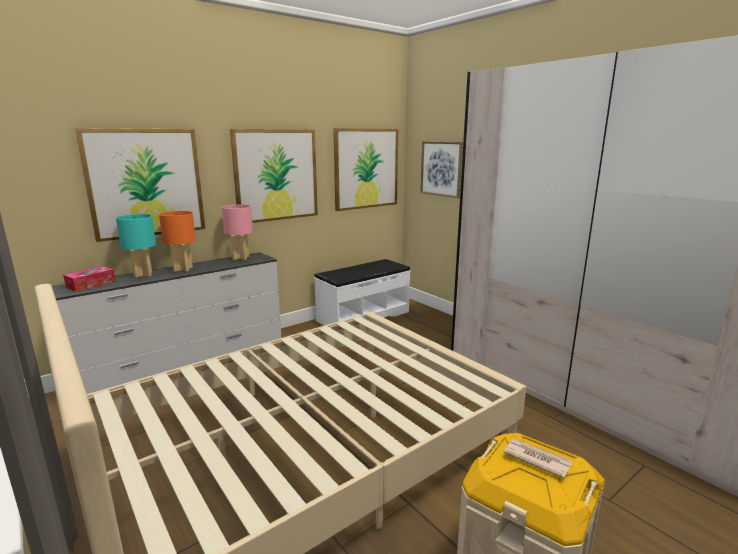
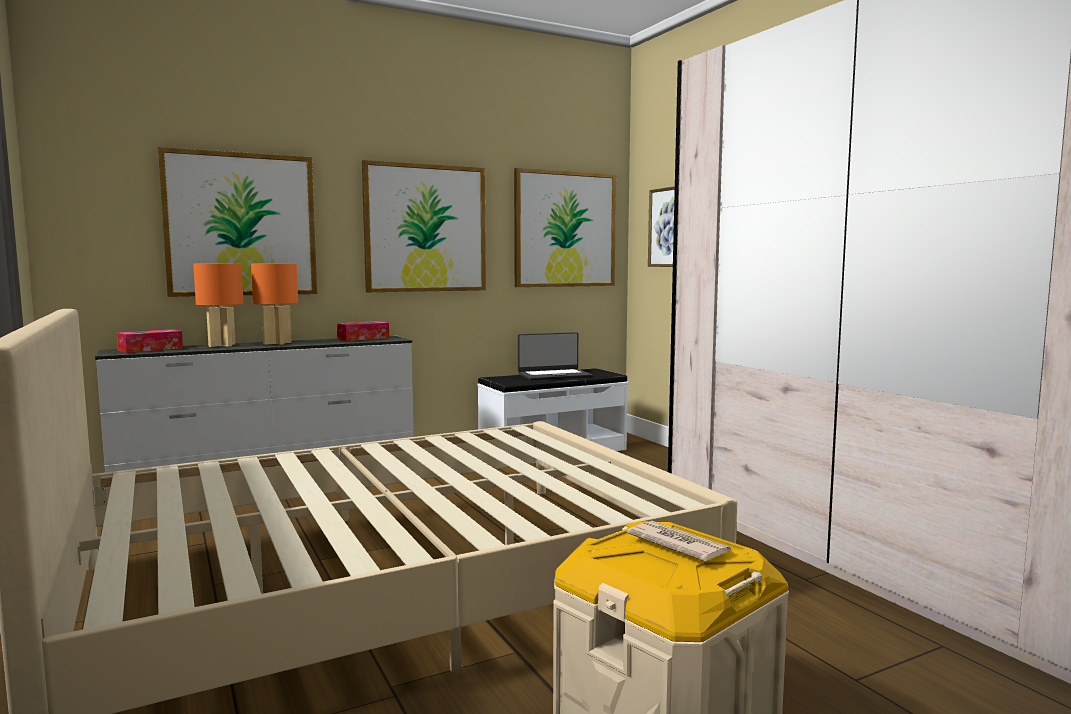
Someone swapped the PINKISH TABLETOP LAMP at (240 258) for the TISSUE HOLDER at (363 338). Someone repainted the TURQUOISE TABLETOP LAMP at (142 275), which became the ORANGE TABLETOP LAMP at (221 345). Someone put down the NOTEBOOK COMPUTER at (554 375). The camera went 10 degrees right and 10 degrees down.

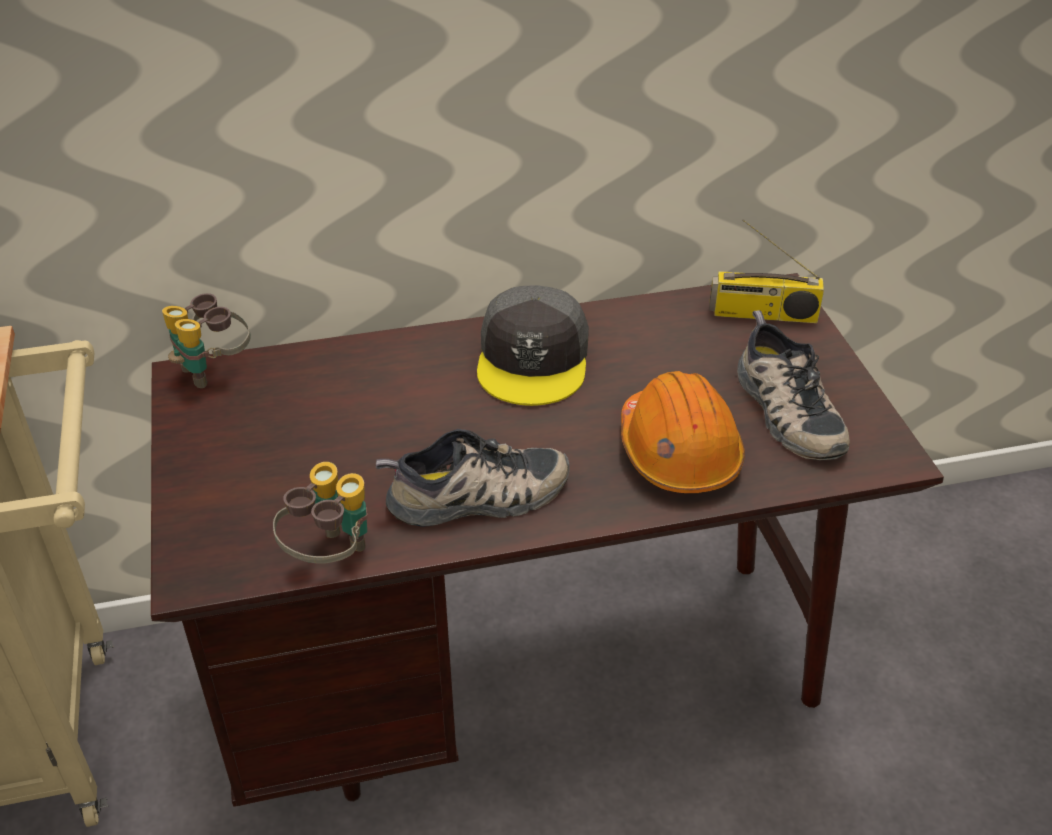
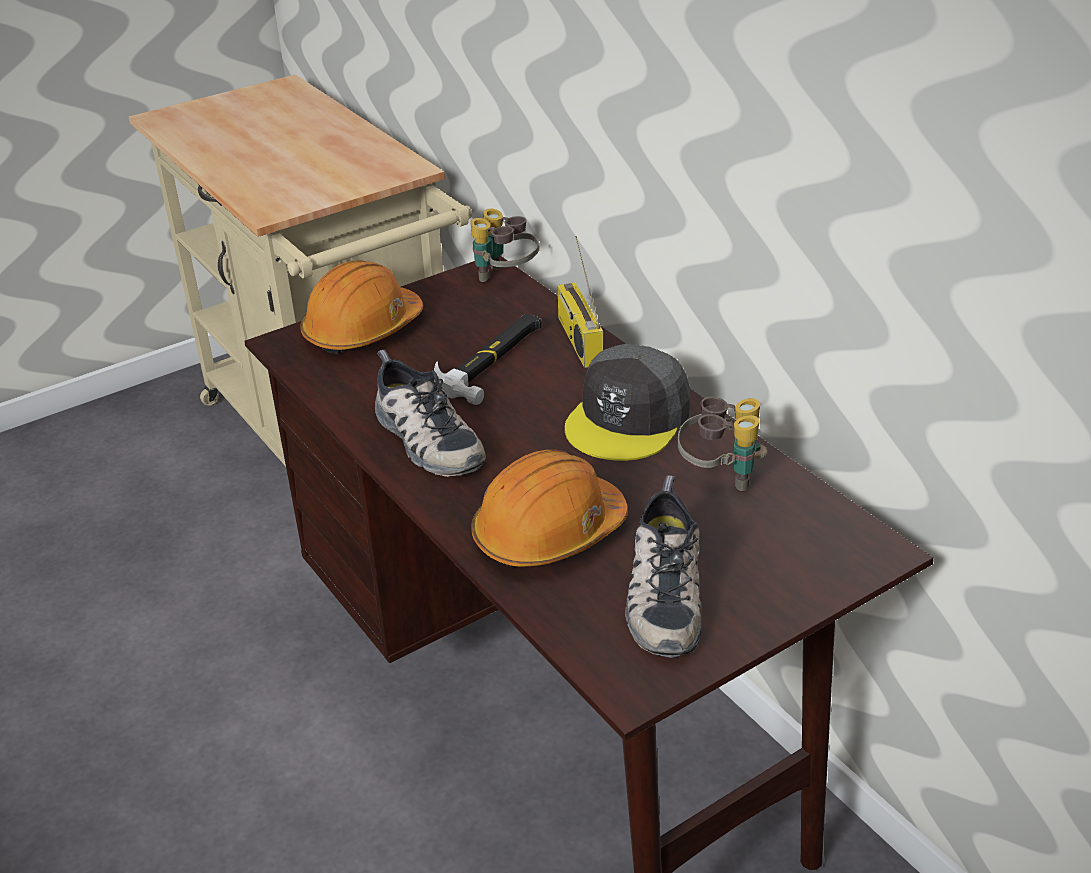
Someone carried the RADIO SET from (762 314) to (577 340). Someone rotated the GRAY BASEBALL CAP at (534 359) by 45 degrees counterclockwise. Someone rotated the ITEM OF FOOTWEAR at (784 410) by 45 degrees counterclockwise. Someone carried the FIELD GLASSES from (330 556) to (720 476). Someone put down the ORANGE SAFETY HELMET at (362 330). Someone put down the HAMMER at (493 361). The camera went 70 degrees right and 5 degrees down.

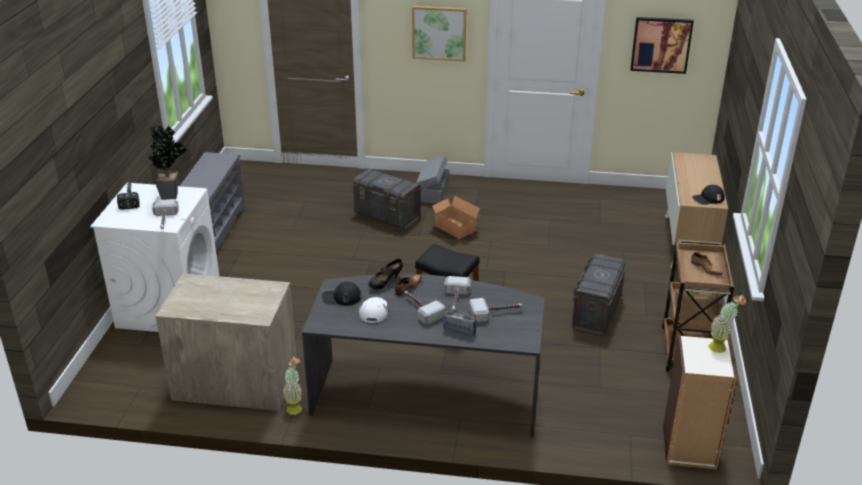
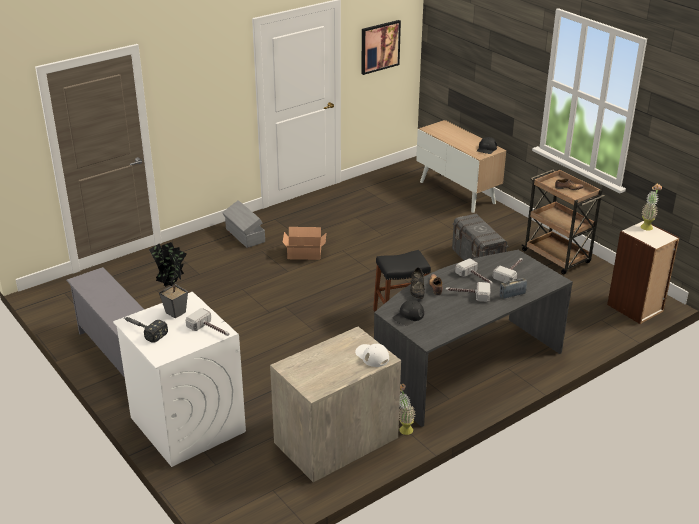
Someone took away the WALL ART at (439 33). Someone took away the GRAY STORAGE BOX at (387 216). Someone carried the WHITISH BASEBALL CAP from (373 311) to (372 356). The camera went 45 degrees left and 0 degrees up.

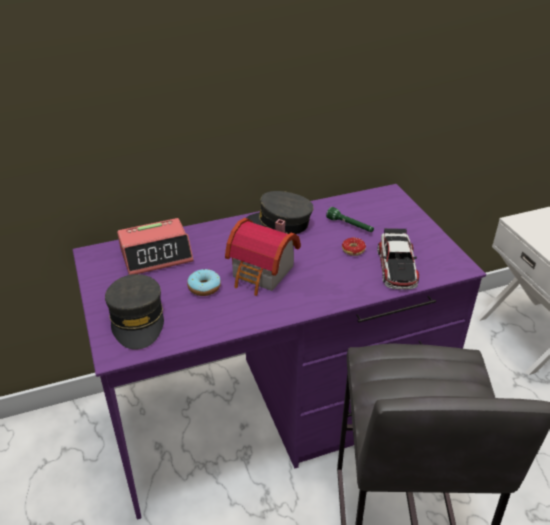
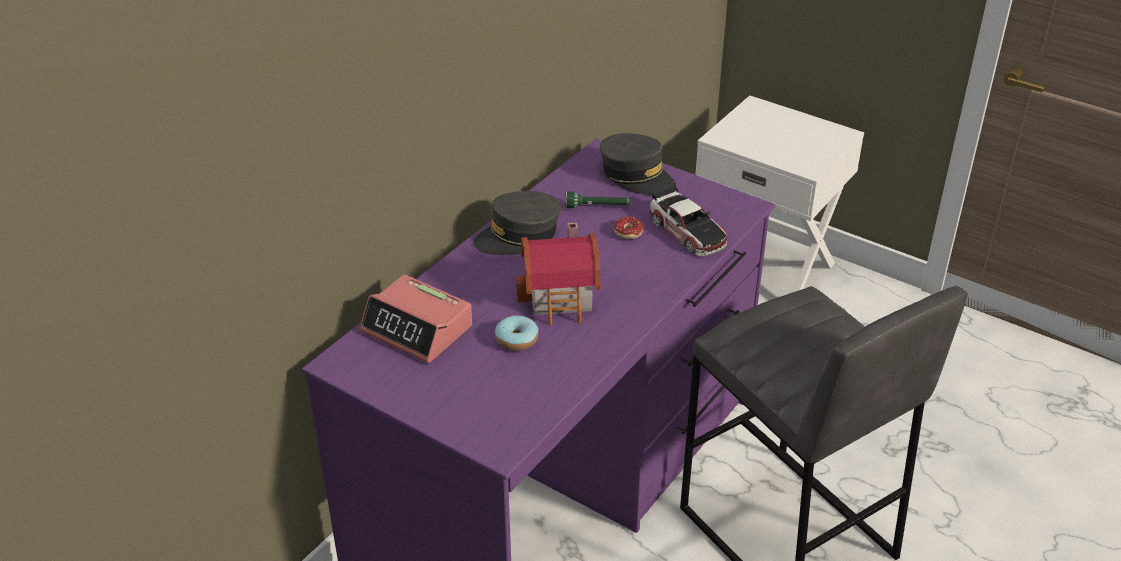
Someone rotated the ALARM CLOCK at (156 254) by 90 degrees clockwise. Someone carried the GRAY BASEBALL CAP from (137 319) to (636 176). The camera went 35 degrees left and 0 degrees up.

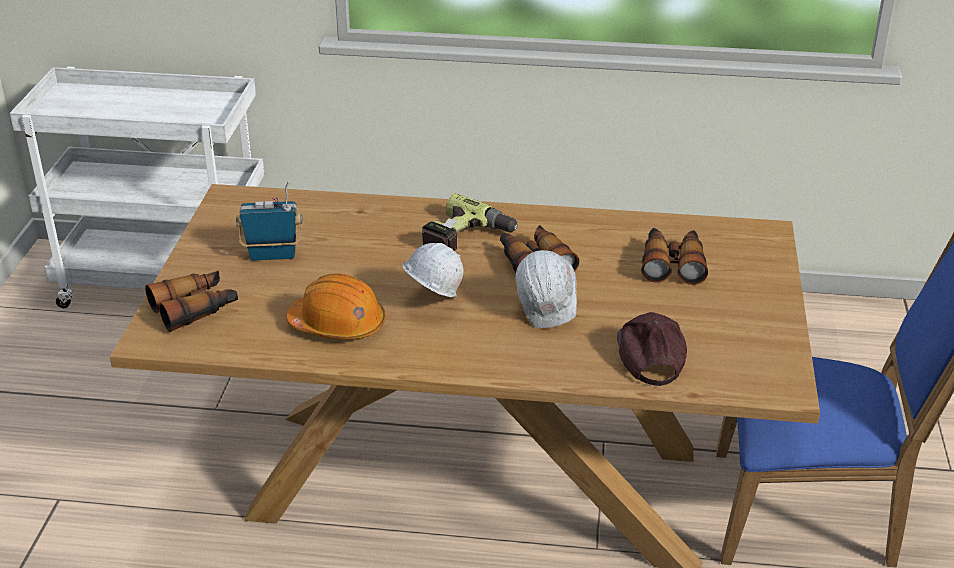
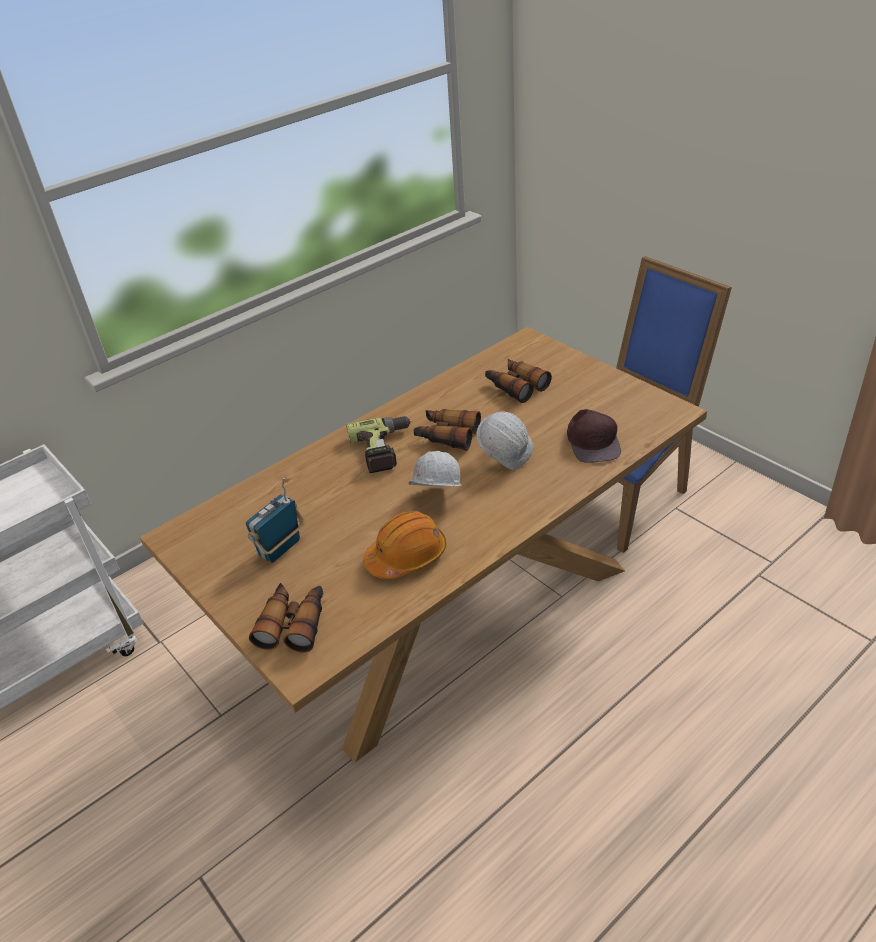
Someone rotated the BROWNISH BASEBALL CAP at (649 355) by 135 degrees counterclockwise. The camera went 45 degrees left and 5 degrees up.

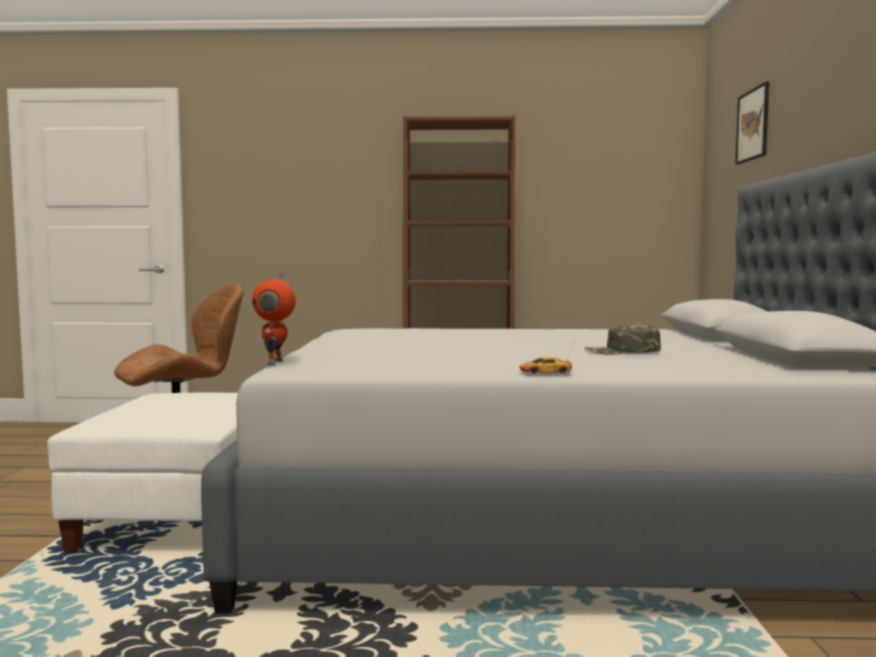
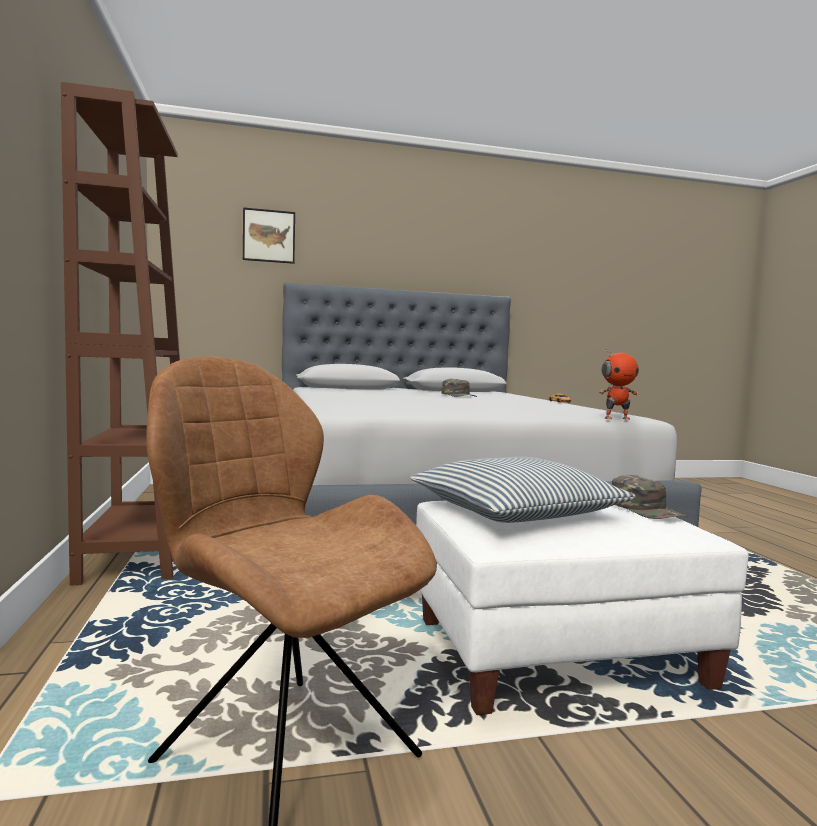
Someone put down the PILLOW at (514 511). Someone put down the GREENISH BASEBALL CAP at (646 509). The camera went 105 degrees left and 0 degrees up.

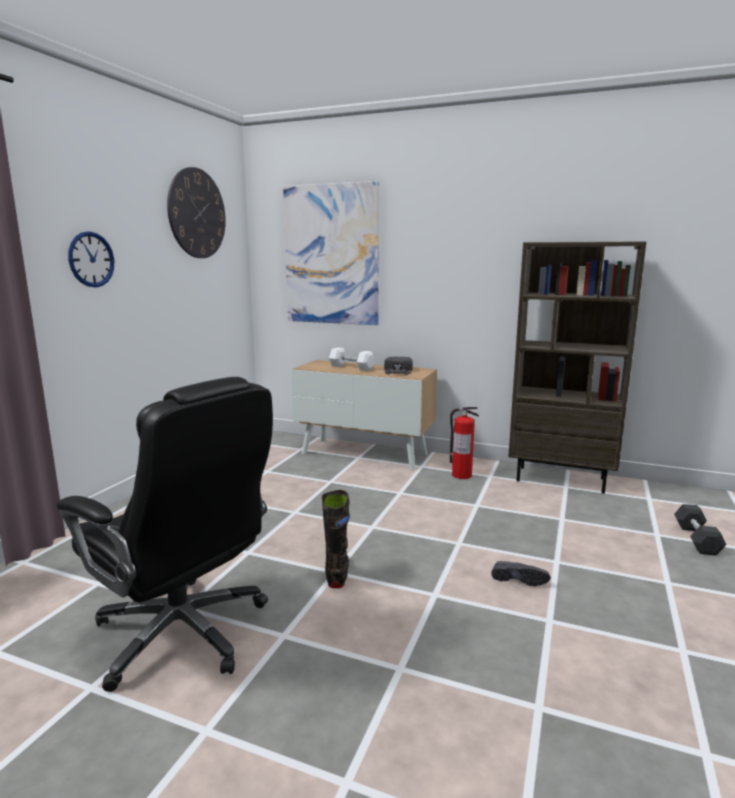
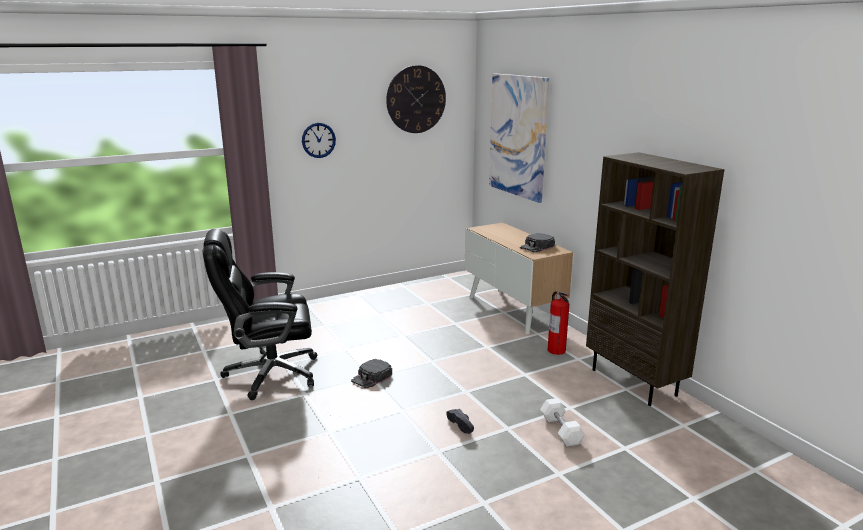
Someone carried the WHITISH DUMBBELL from (351 367) to (561 430). Someone rotated the BLACKISH DESK CHAIR at (184 633) by 90 degrees clockwise. Someone swapped the BLACKISH HIGH-TOP BOOT at (337 573) for the BLACKISH BASEBALL CAP at (372 377). Someone took away the BLACKISH DUMBBELL at (696 539). The camera went 40 degrees right and 5 degrees up.

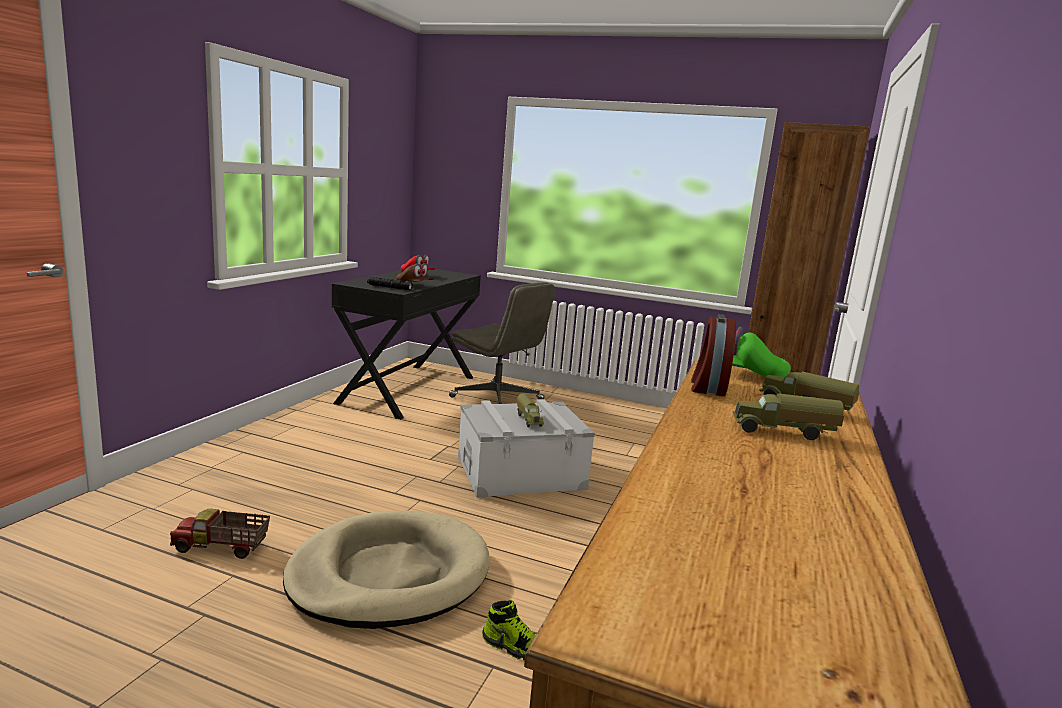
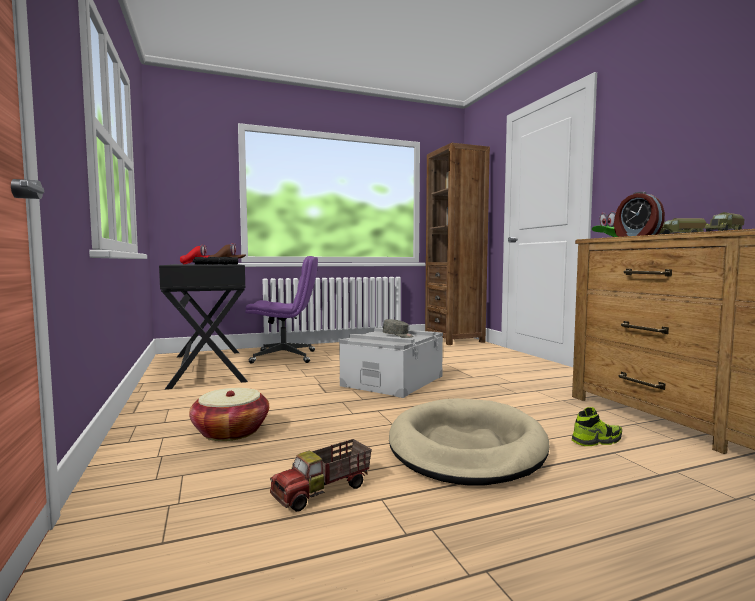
Someone repainted the GRAY DESK CHAIR at (498 399), which became the PURPLE DESK CHAIR at (285 357). Someone swapped the MODEL TRUCK at (529 419) for the GRAY BASEBALL CAP at (398 335). Someone put down the HOUSEHOLD BASKET at (230 432). The camera went 40 degrees left and 10 degrees down.

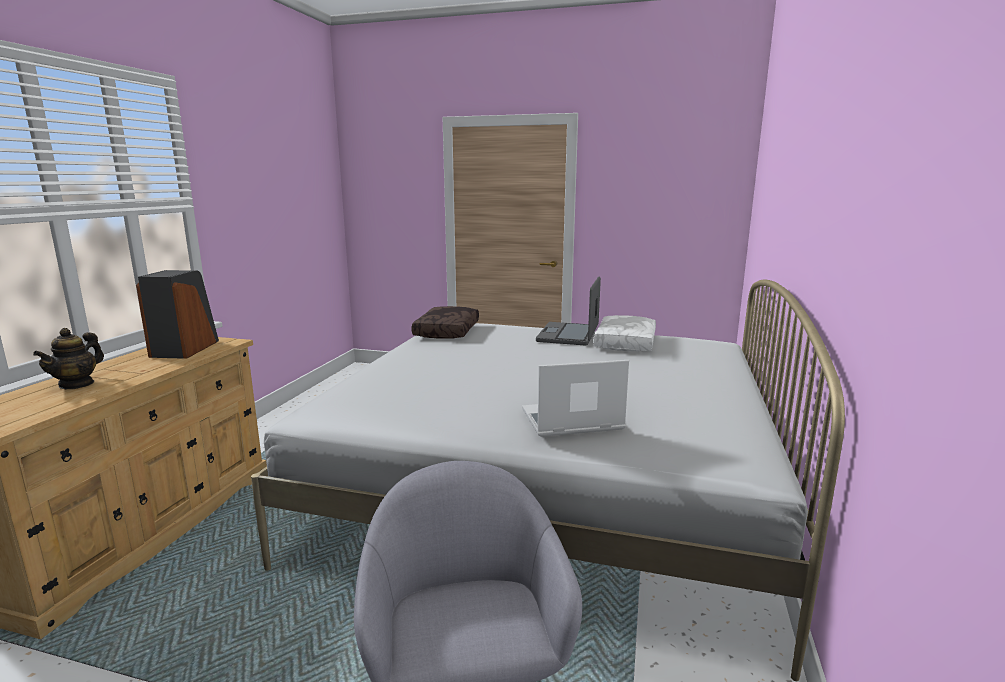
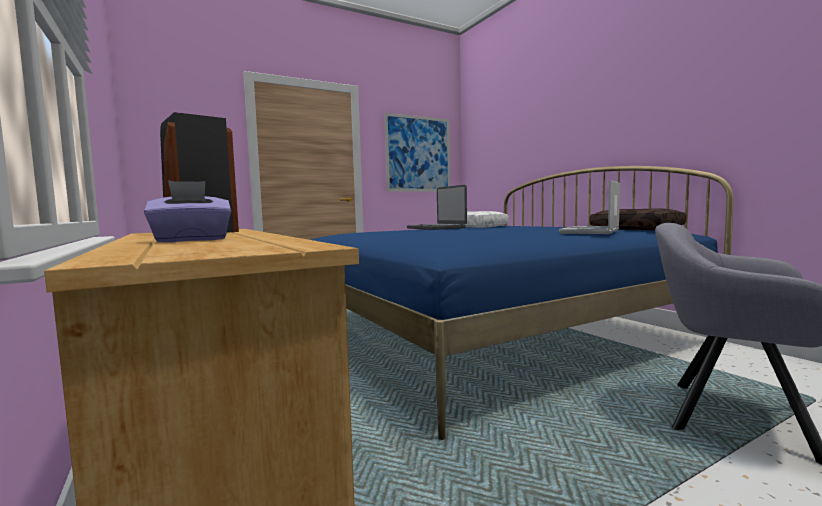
Someone repainted the WHITISH SLEEPING BED at (549 490), which became the BLUE-COLOURED SLEEPING BED at (489 332). Someone carried the BROWNISH PILLOW from (448 332) to (637 229). Someone swapped the TEA POT at (77 384) for the PURPLE TISSUE HOLDER at (192 240). Someone put up the WALL ART at (418 154). The camera went 45 degrees left and 10 degrees down.

